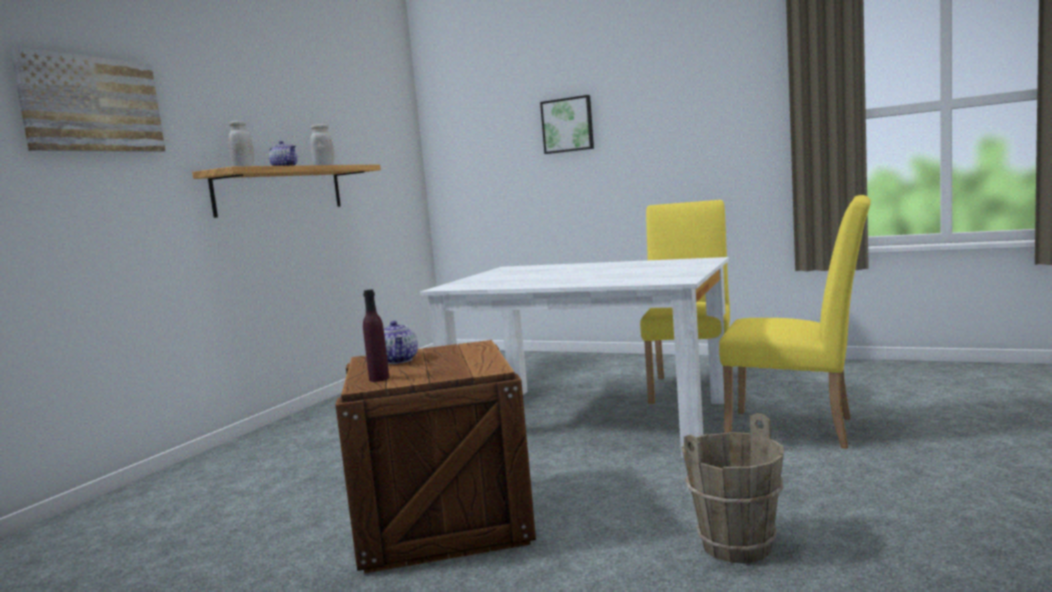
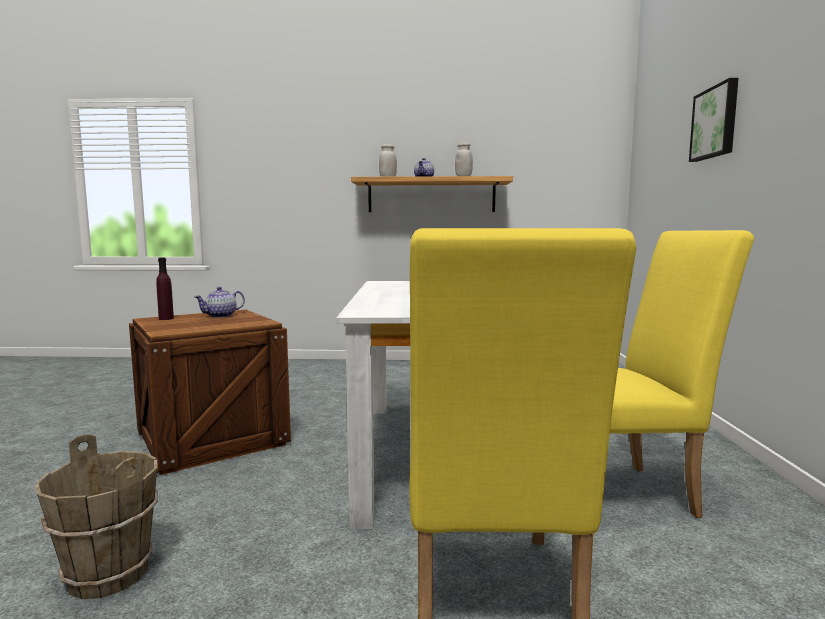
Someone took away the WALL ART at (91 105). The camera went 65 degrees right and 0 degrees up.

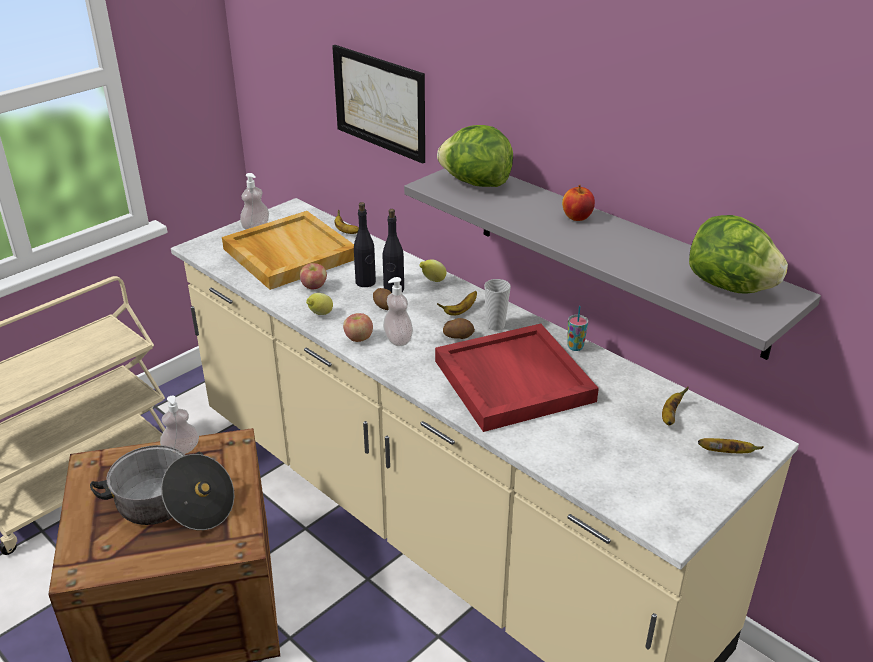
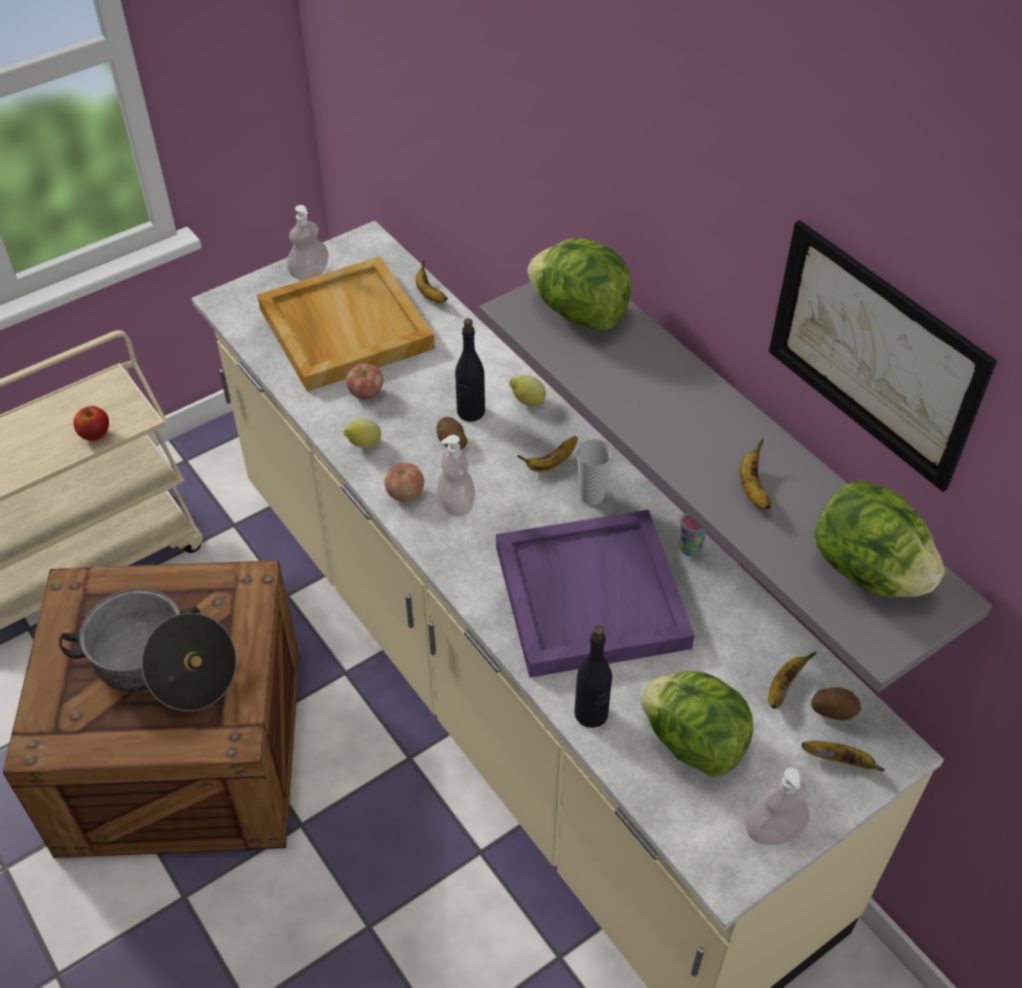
Someone carried the WALL ART from (379 102) to (874 354). Someone carried the APPLE FRUIT from (576 218) to (95 434). Someone carried the BLACKISH BOTTLE from (365 282) to (591 714). Someone carried the POTATO from (458 336) to (833 710). Someone repainted the REDDISH SERVING TRAY at (511 380), which became the PURPLE SERVING TRAY at (589 595). Someone carried the SOAP BOTTLE from (181 449) to (773 830). Someone put down the WHOLE BANANA at (752 489). Someone put down the LETTUCE HEAD at (692 742). The camera went 10 degrees right and 15 degrees up.

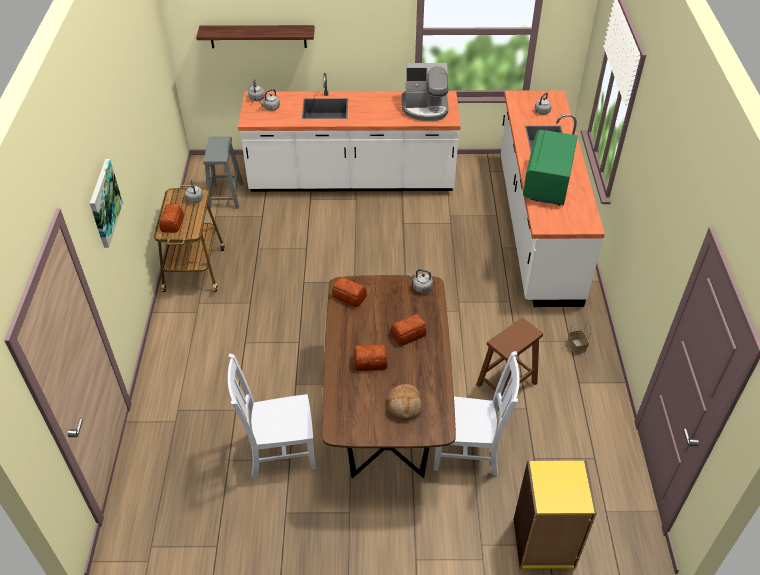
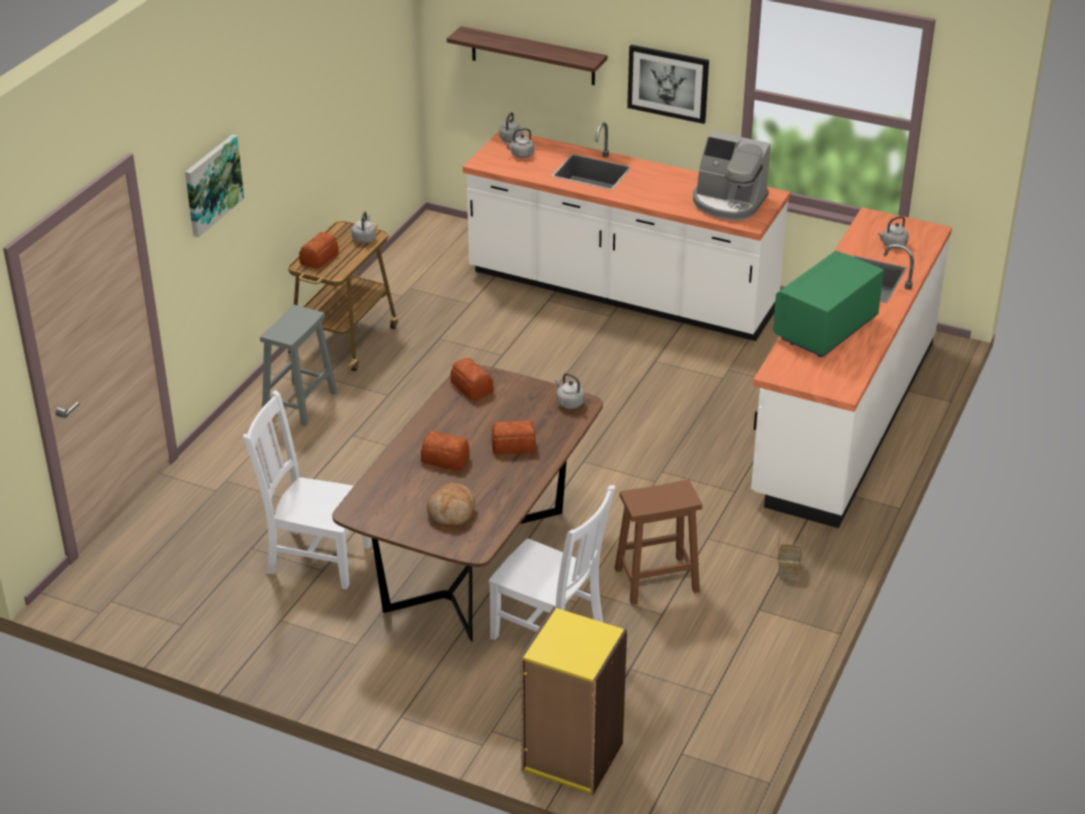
Someone carried the GRAY STOOL from (225 195) to (300 402). Someone put up the WALL ART at (668 83). The camera went 25 degrees right and 10 degrees down.

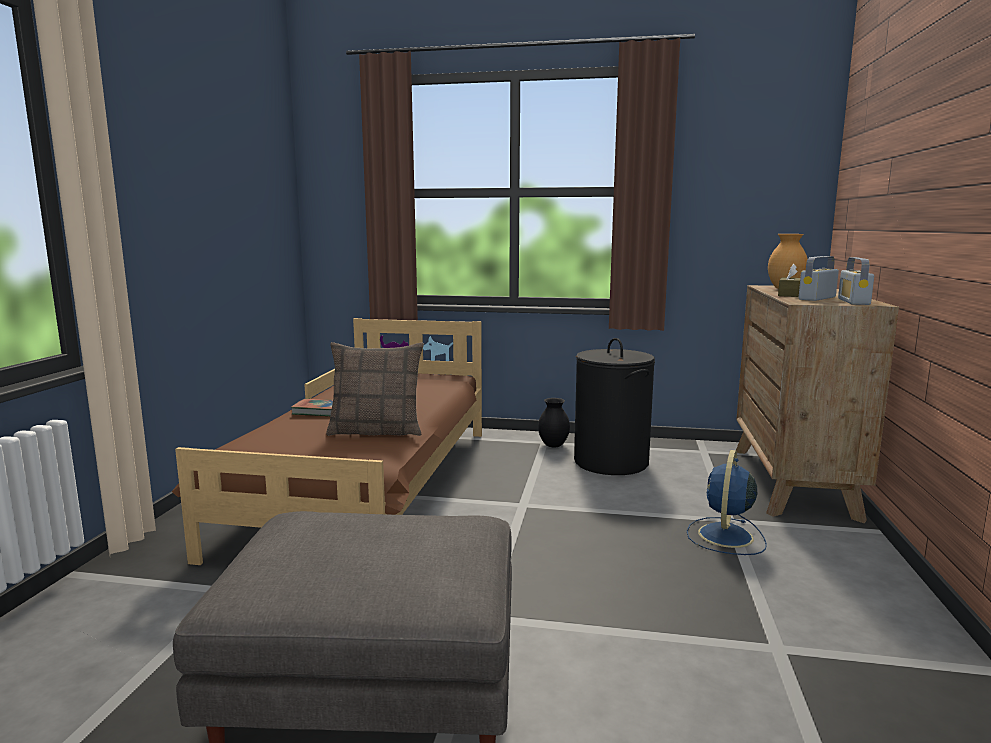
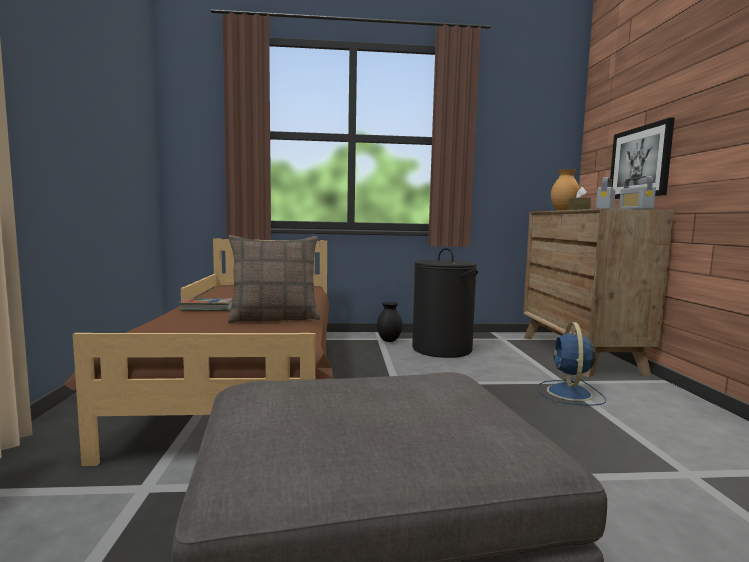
Someone put up the WALL ART at (640 162). The camera went 15 degrees left and 5 degrees down.

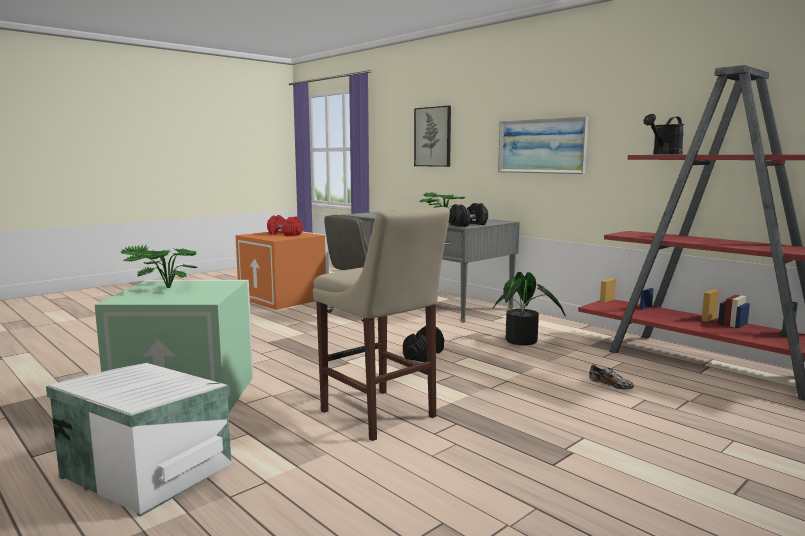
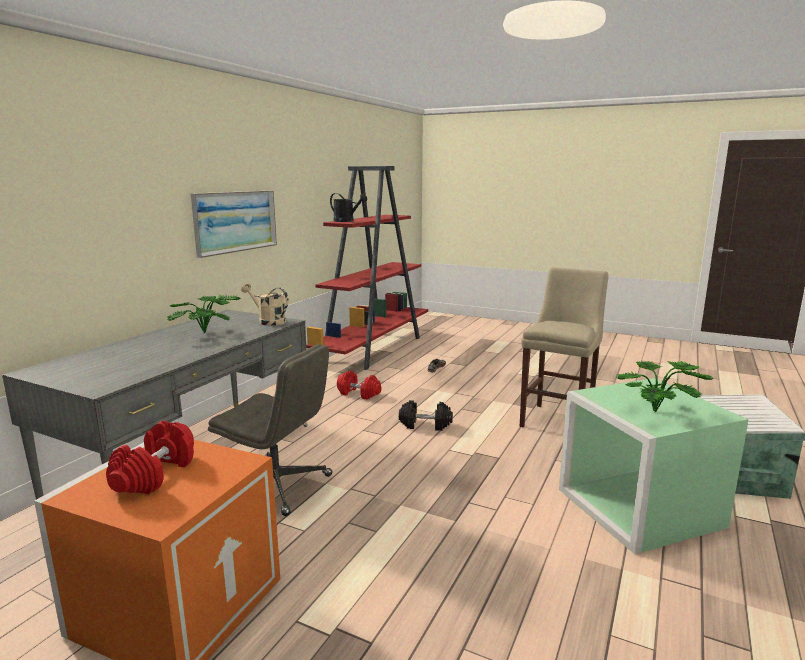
Someone took away the WALL ART at (433 137). Someone swapped the BLACKISH DUMBBELL at (467 225) for the BEIGE-COLOURED SPRINKLING CAN at (268 321). Someone swapped the PLANT IN A POT at (524 342) for the REDDISH DUMBBELL at (359 394). The camera went 110 degrees left and 5 degrees up.

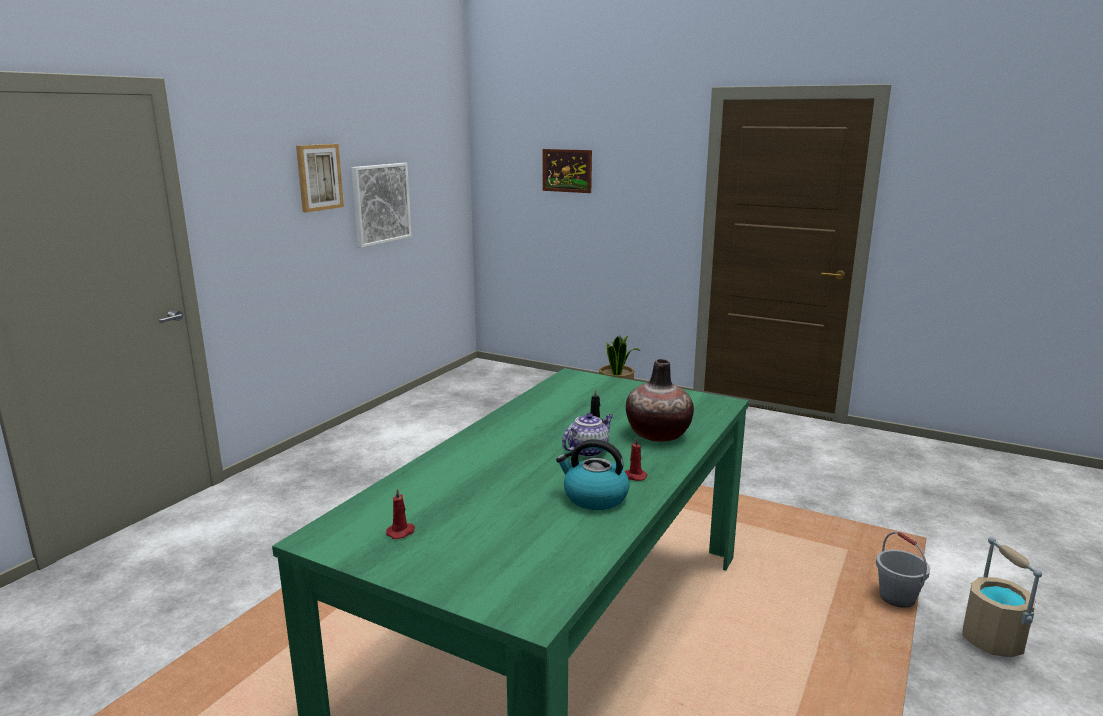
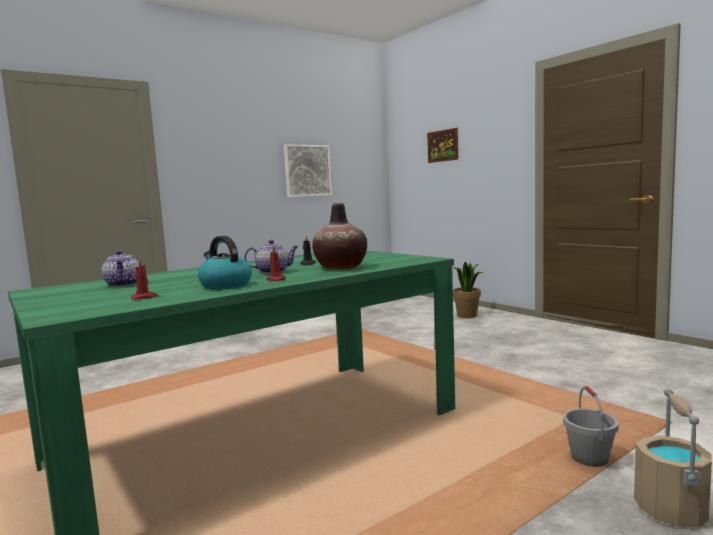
Someone took away the WALL ART at (319 177). Someone carried the REDDISH WAX CANDLE from (401 532) to (145 297). Someone put down the TEA POT at (123 284). The camera went 25 degrees right and 10 degrees down.

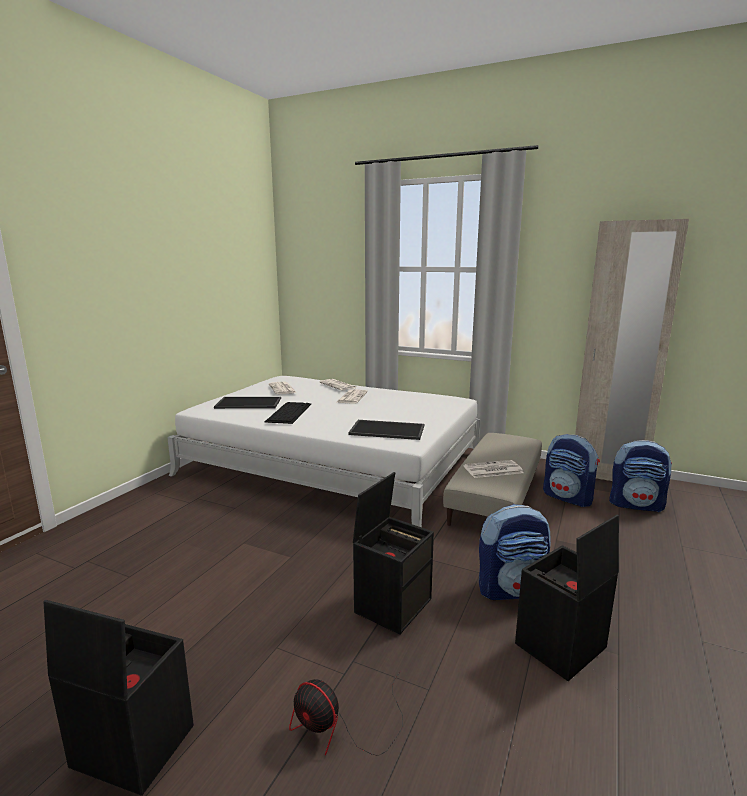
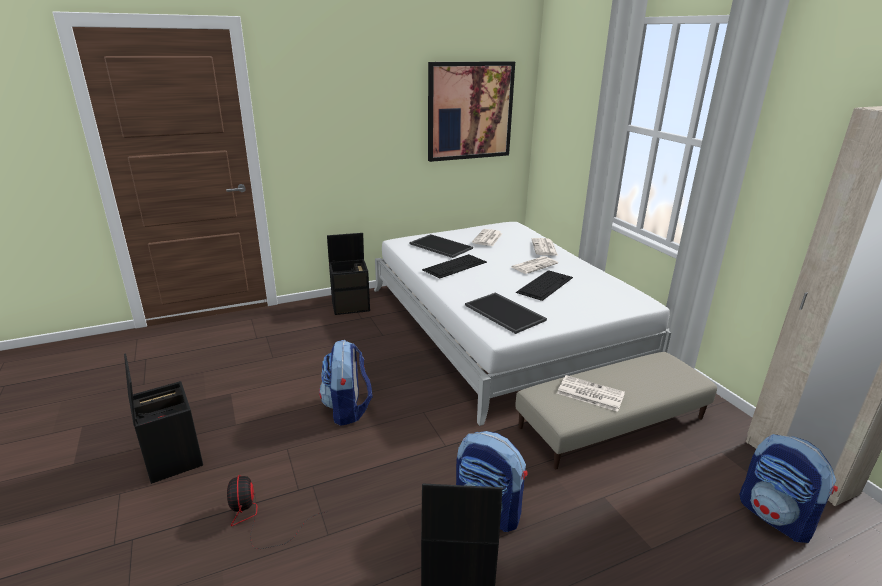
Someone carried the BACKPACK from (568 497) to (347 409). Someone carried the BLACKISH STORAGE BOX from (393 604) to (351 306). Someone put up the WALL ART at (470 111). Someone put down the COMPUTER KEYBOARD at (545 284). The camera went 40 degrees right and 10 degrees up.

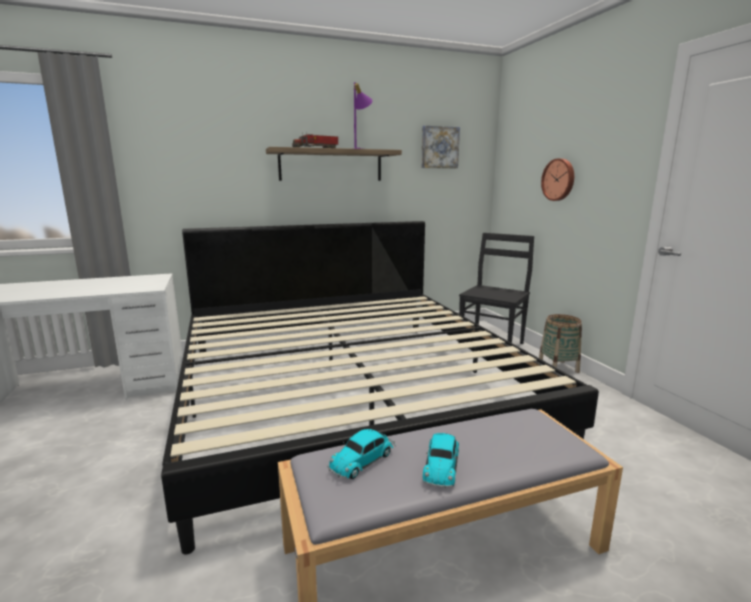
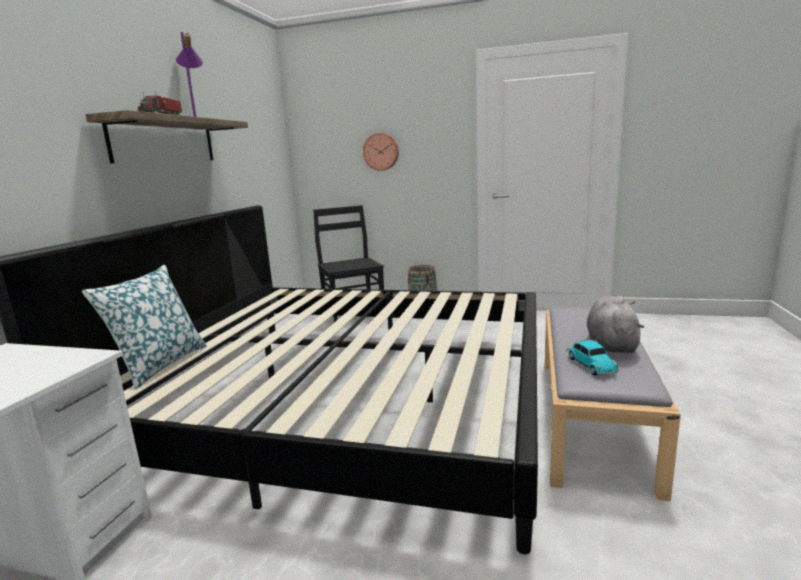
Someone took away the WALL ART at (439 147). Someone swapped the TOY CAR at (441 465) for the GRAY SOFT TOY at (611 344). Someone put down the PILLOW at (160 365). The camera went 55 degrees left and 0 degrees up.

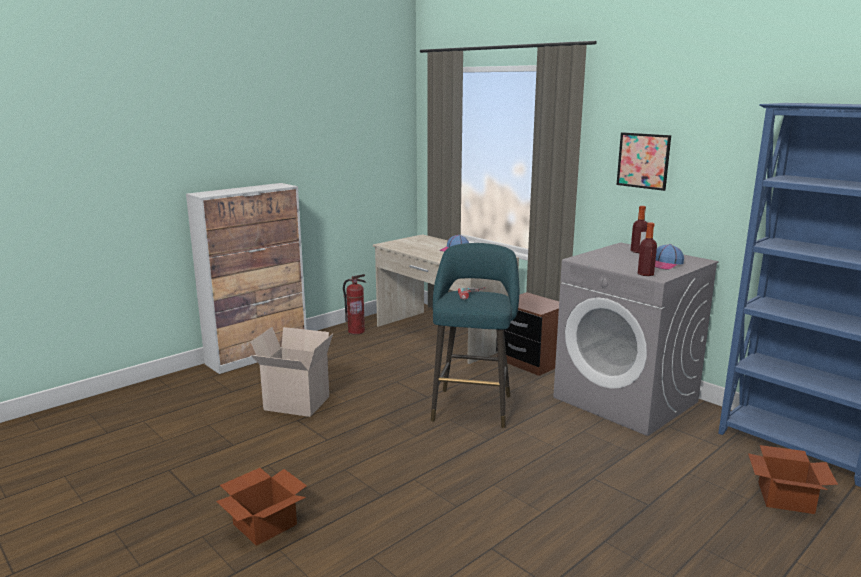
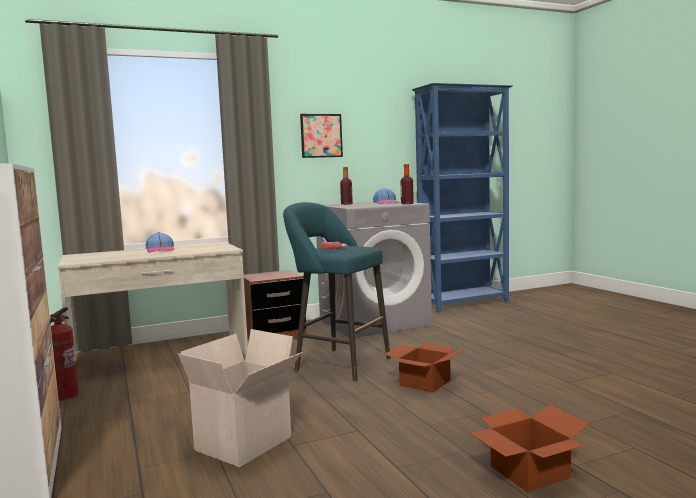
Someone carried the PACKING BOX from (786 497) to (424 382). The camera went 70 degrees left and 10 degrees down.

